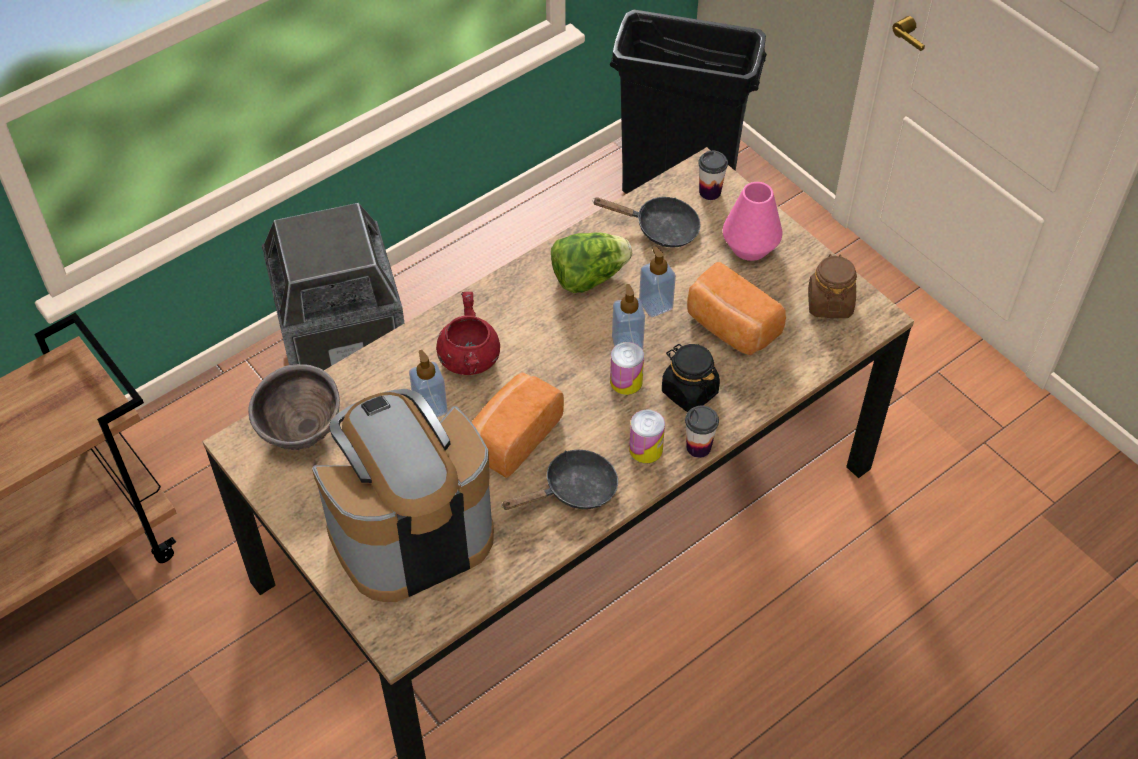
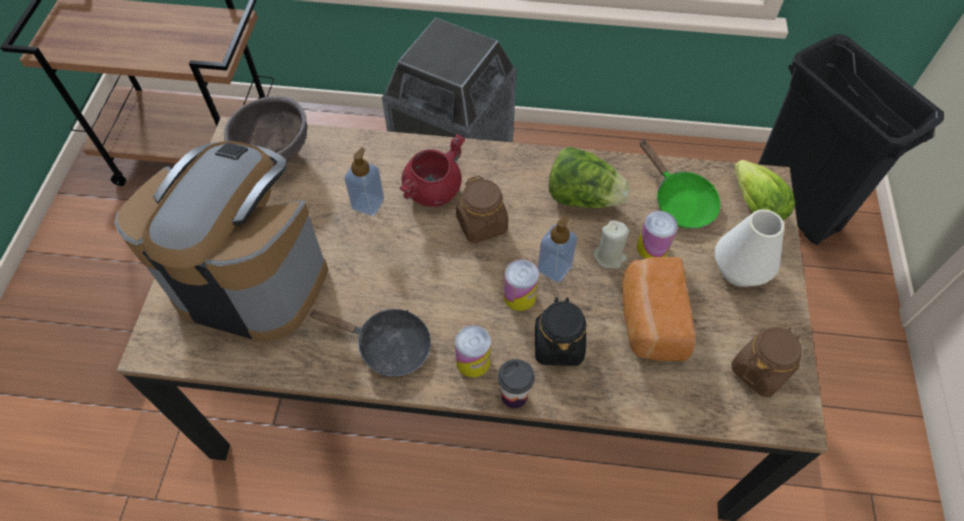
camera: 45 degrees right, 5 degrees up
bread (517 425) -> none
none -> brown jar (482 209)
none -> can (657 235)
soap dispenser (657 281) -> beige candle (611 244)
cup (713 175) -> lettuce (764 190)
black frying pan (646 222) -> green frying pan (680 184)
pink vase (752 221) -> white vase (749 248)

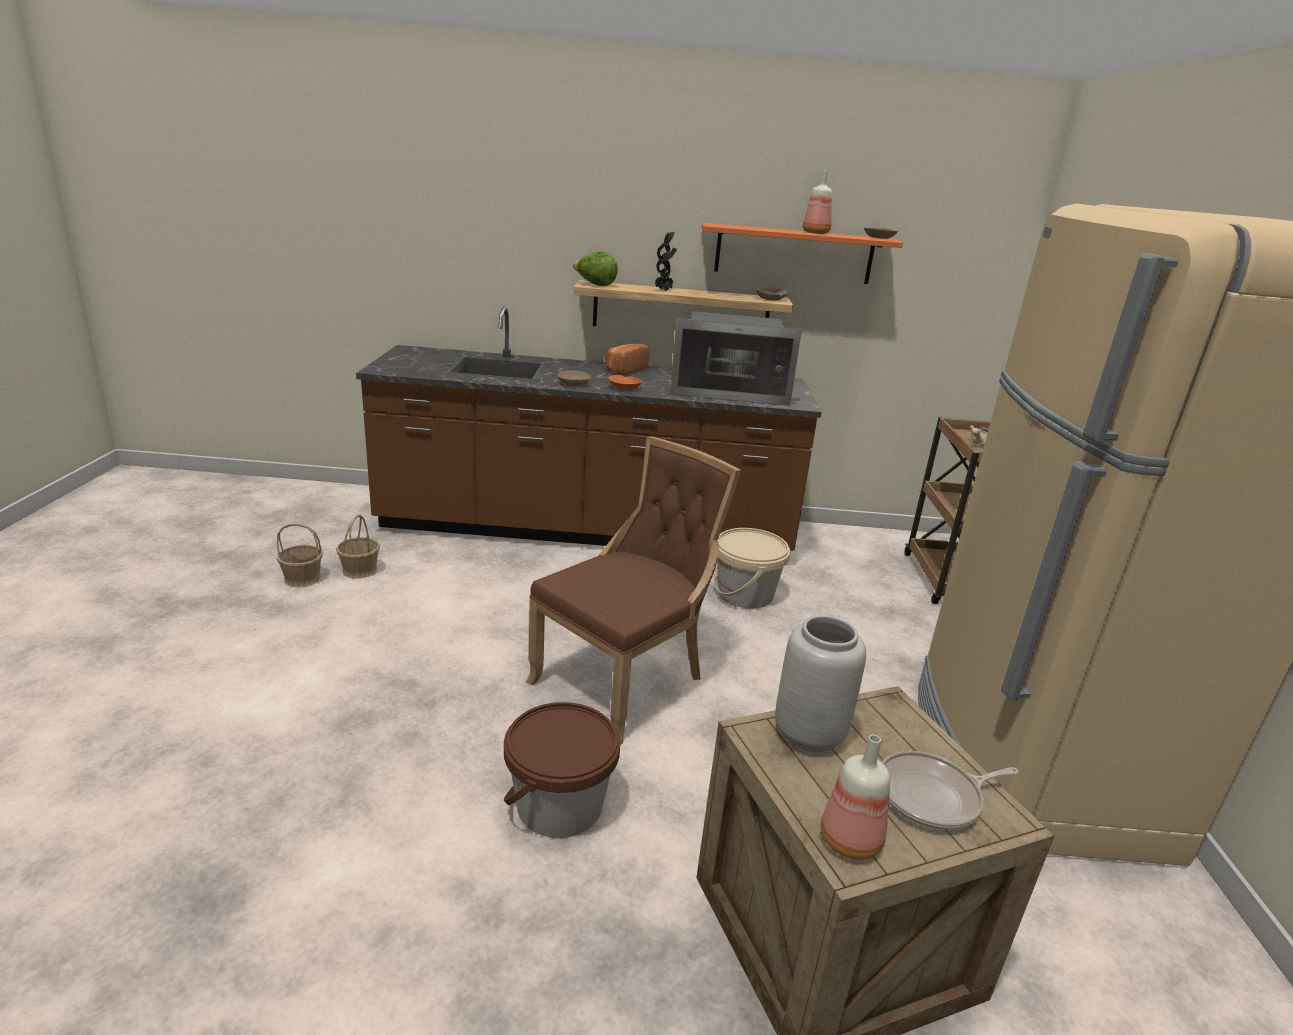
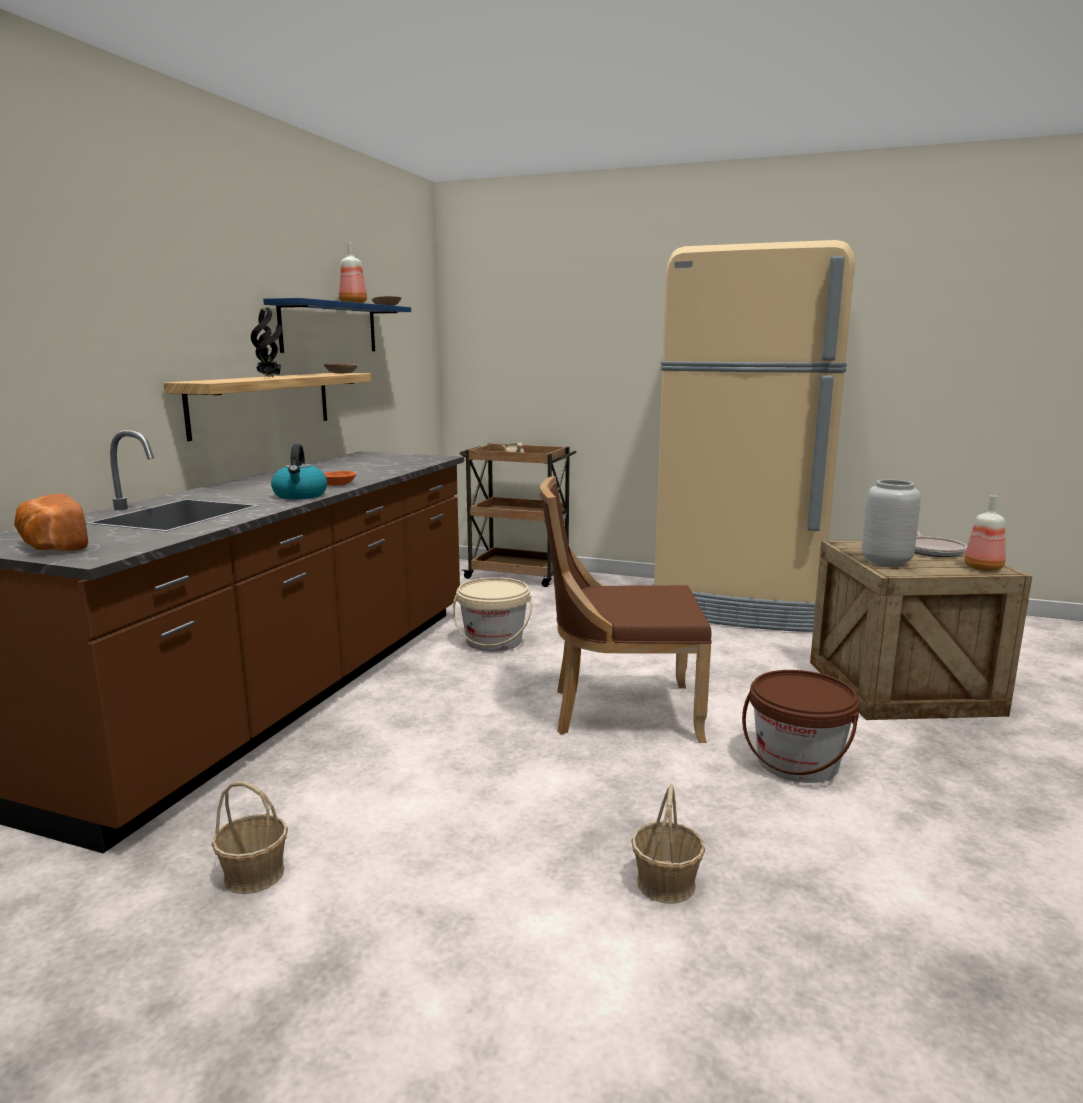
camera: 70 degrees left, 10 degrees down
lettuce (595 268) -> none
microwave (736 358) -> none
basket (300 555) -> basket (668 843), moved
bread (627 359) -> bread (51 522), moved
beige bowl (574 378) -> kettle (299 471)
orange shelf (802 253) -> blue shelf (337 325)
brown chair (633 590) -> brown chair (626 609), 60 degrees counterclockwise

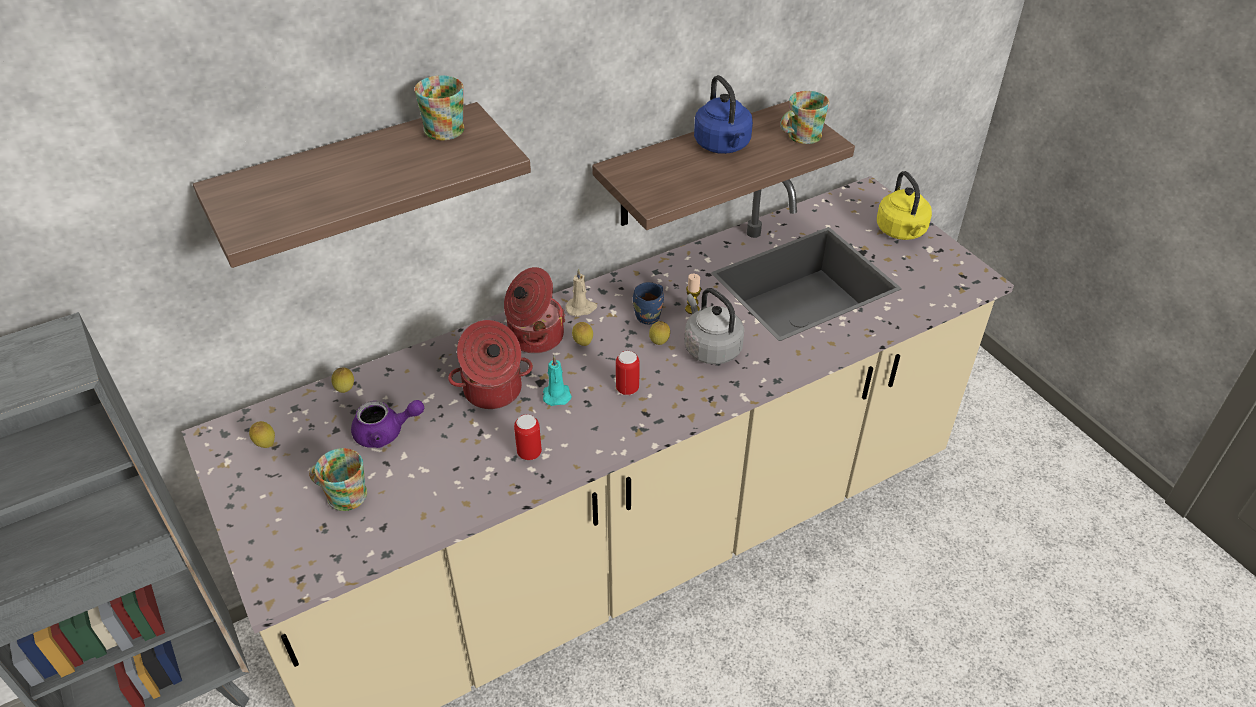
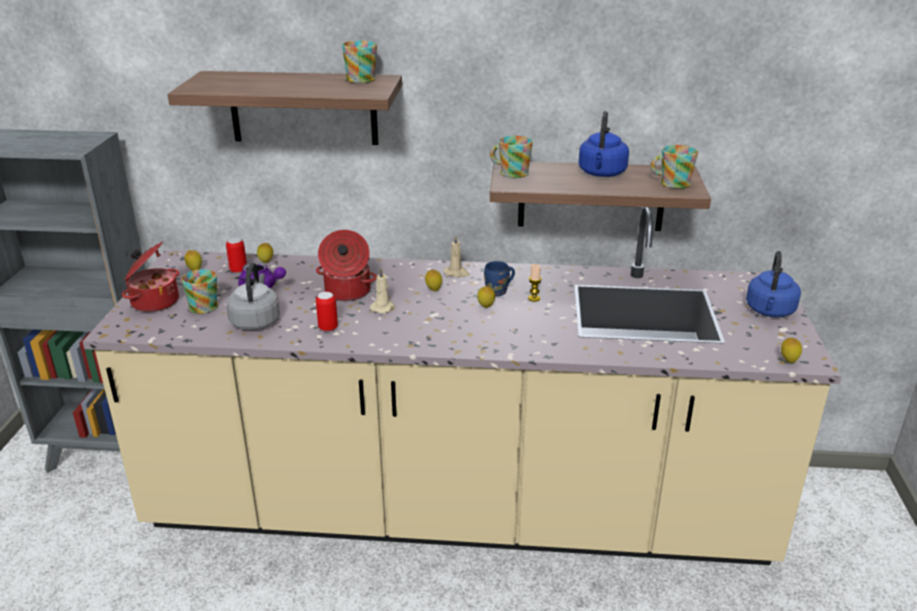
camera: 35 degrees right, 15 degrees down
none -> mug (511 157)
none -> lemon (791 350)
cooking pot (535 310) -> cooking pot (150 277), moved
can (628 373) -> can (236 255), moved
grey kettle (714 326) -> grey kettle (253 296), moved
turquoise candle (557 381) -> beige candle (382 291)
yellow kettle (904 205) -> blue kettle (773 284)

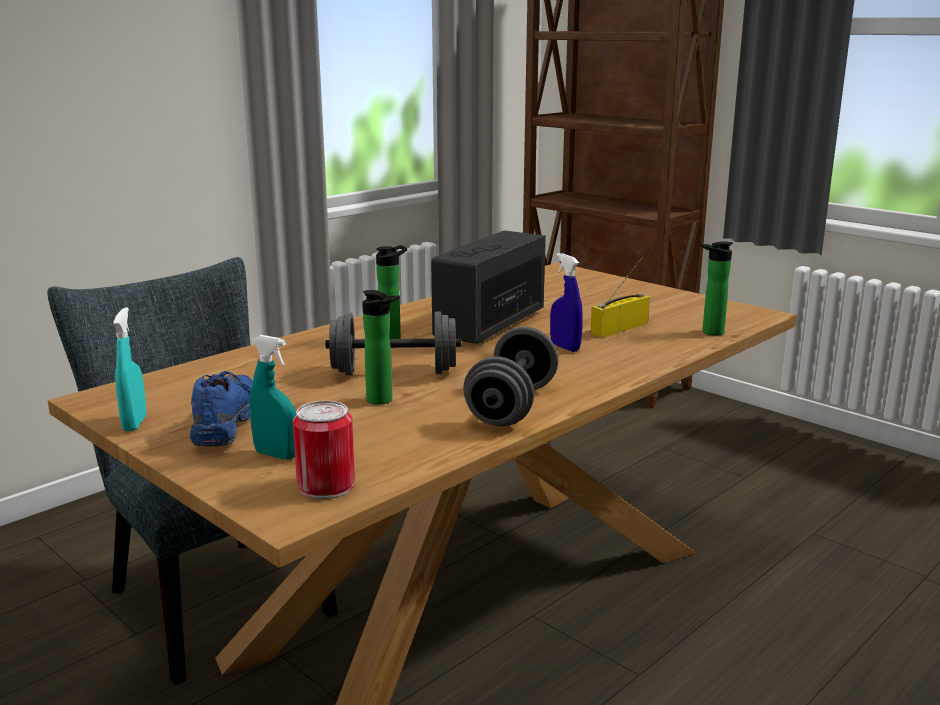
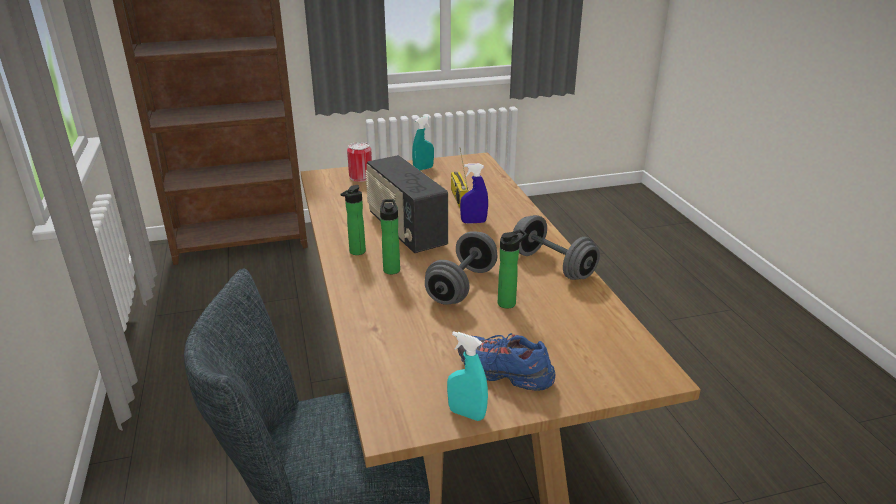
camera: 60 degrees left, 10 degrees up
turquoise spray bottle (273 397) -> turquoise spray bottle (423 143), moved
can (324 450) -> can (359 162), moved
bottle (716 288) -> bottle (353 220), moved

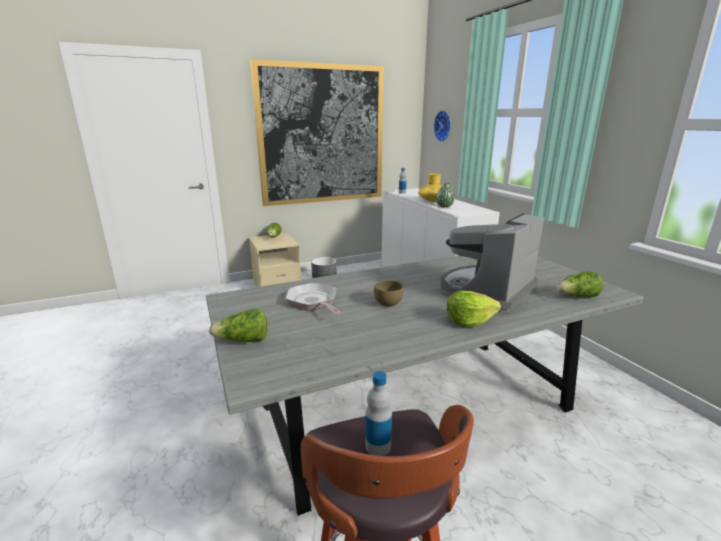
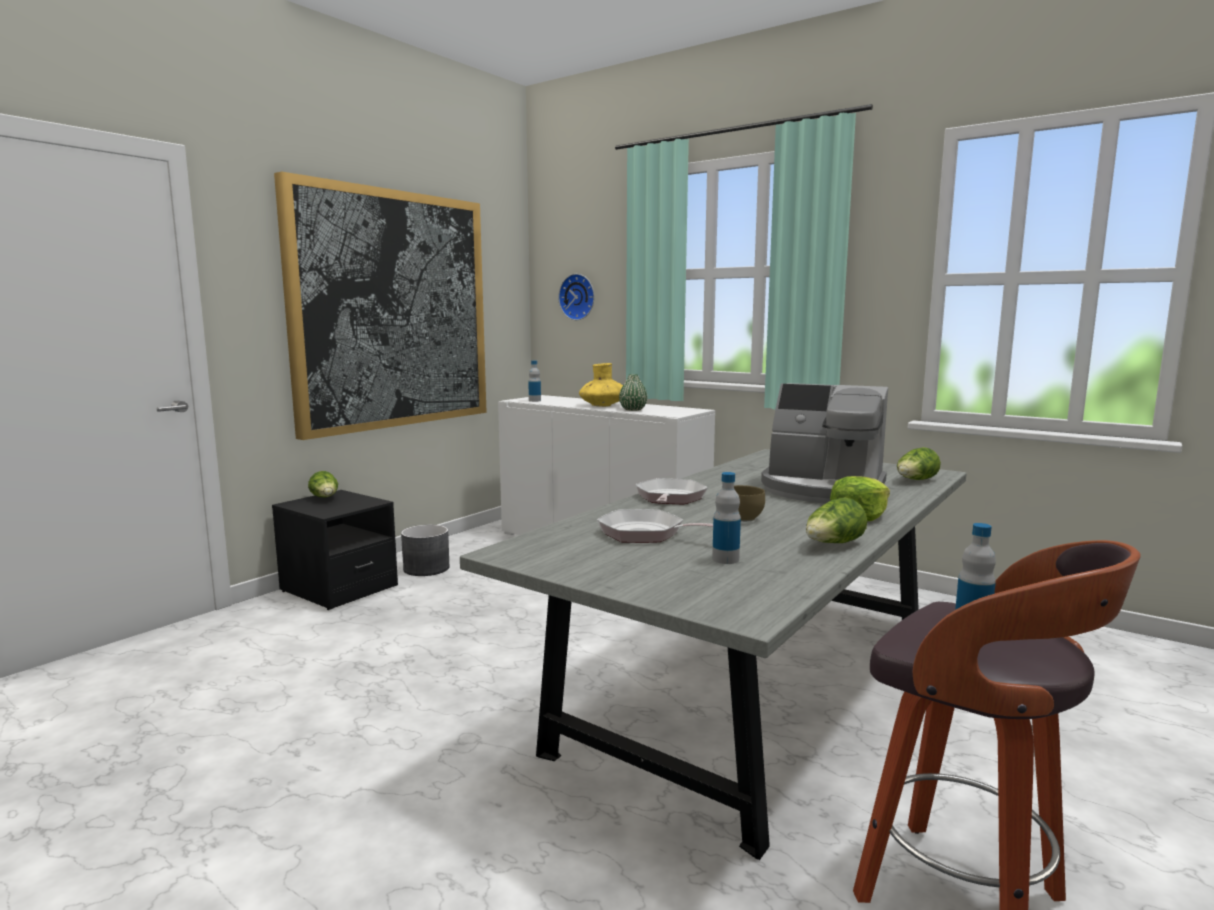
camera: 30 degrees left, 10 degrees down
none -> frying pan (671 491)
none -> bottle (726 518)
lettuce (238 325) -> lettuce (836 520), moved
beige nightstand (275 260) -> black nightstand (335 550)
coffee machine (492 263) -> coffee machine (824 443), 75 degrees counterclockwise

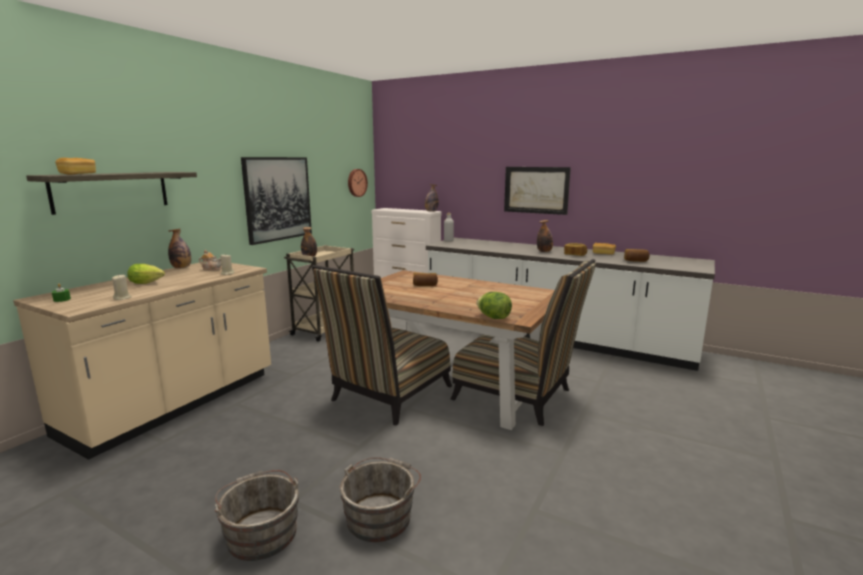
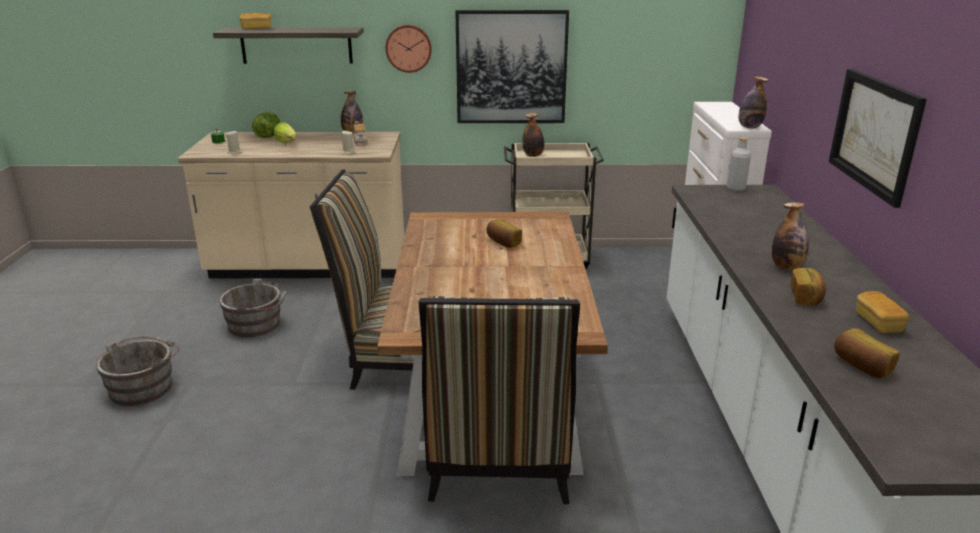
camera: 60 degrees right, 10 degrees up
grey bucket (380 499) -> grey bucket (253 308), moved
wall clock (358 183) -> wall clock (408 49), moved
lettuce (494 305) -> lettuce (266 125), moved

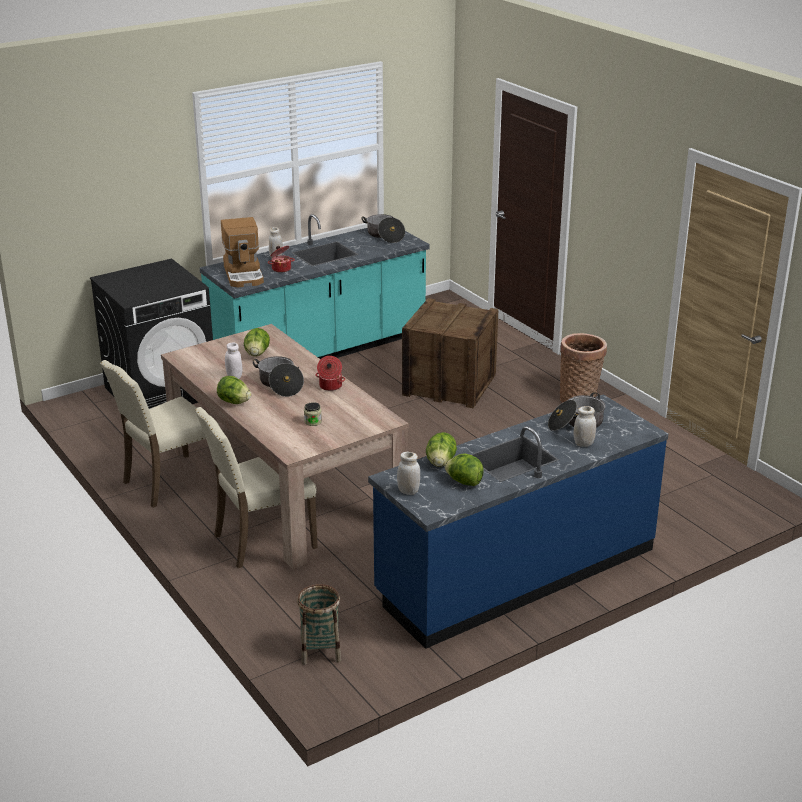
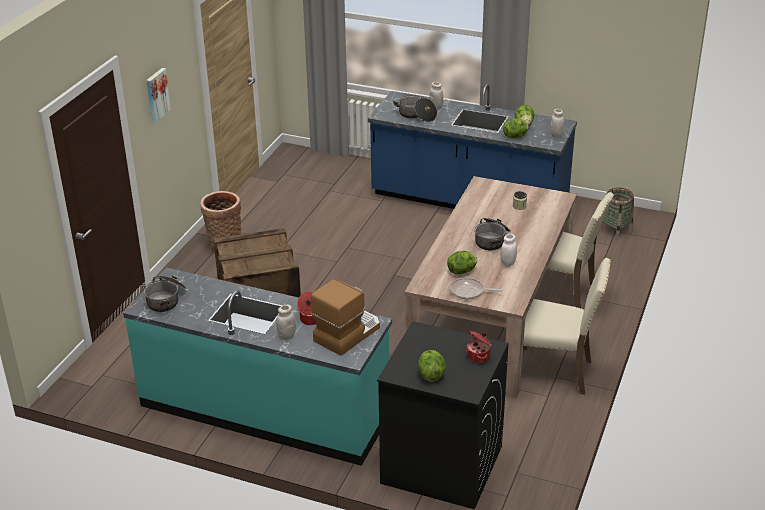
camera: 125 degrees left, 5 degrees up
none -> picture (158 95)
none -> frying pan (476 288)
lettuce (234 390) -> lettuce (432 365), moved
cooking pot (330 373) -> cooking pot (479 347), moved

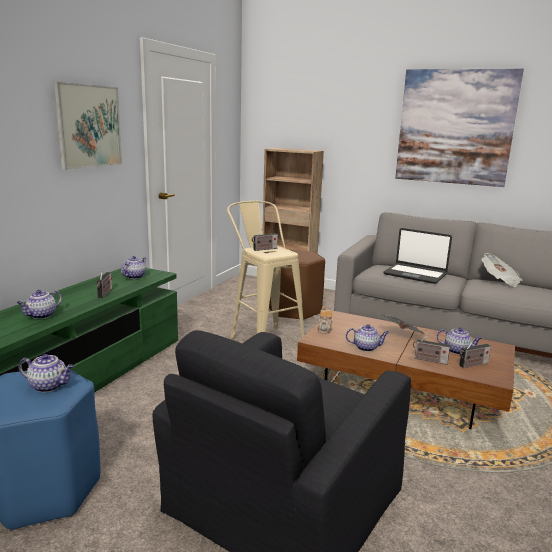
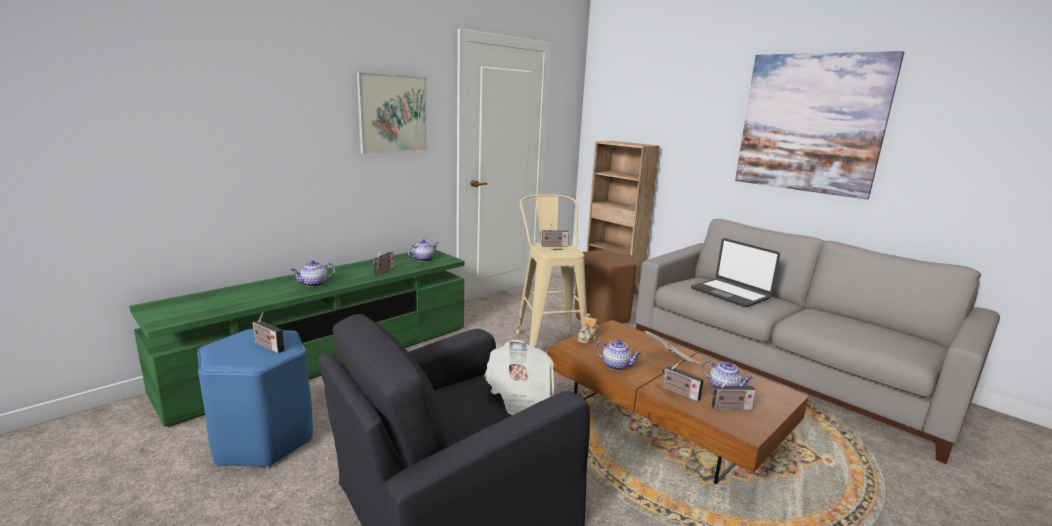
camera: 20 degrees right, 0 degrees up
newspaper (502 270) -> newspaper (519 377), moved
teapot (46 373) -> radio (269 332)

